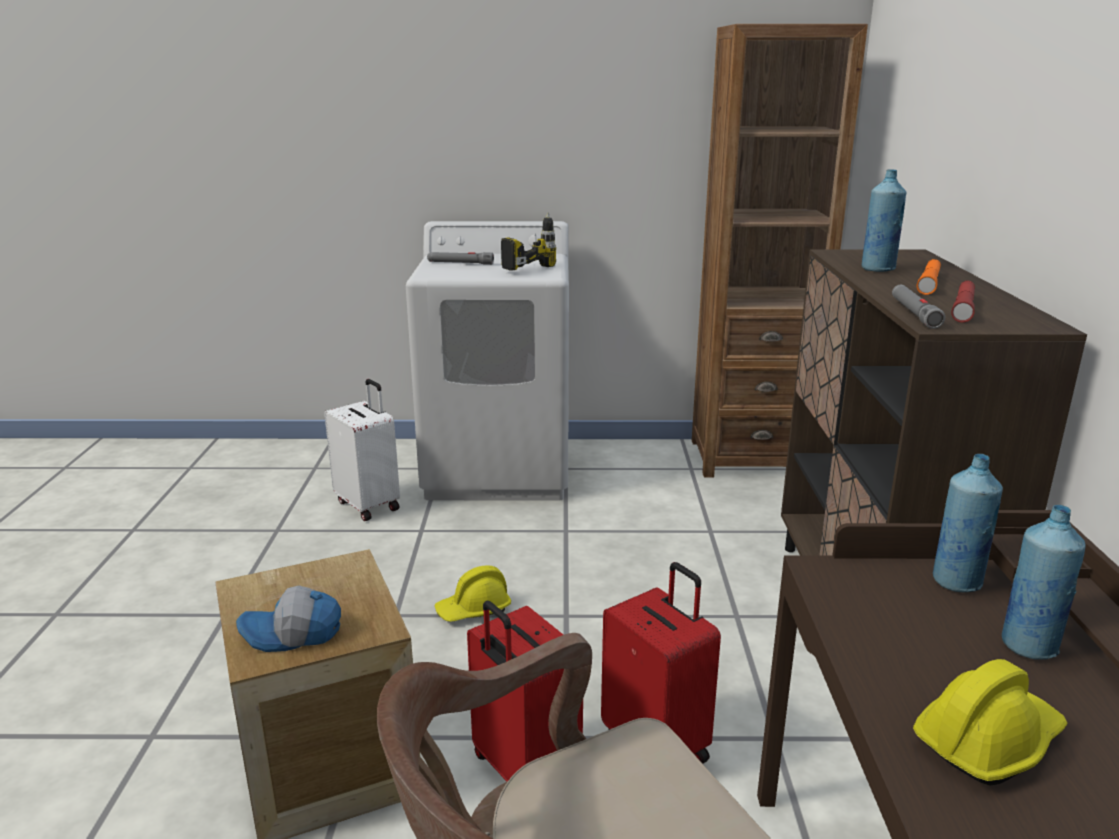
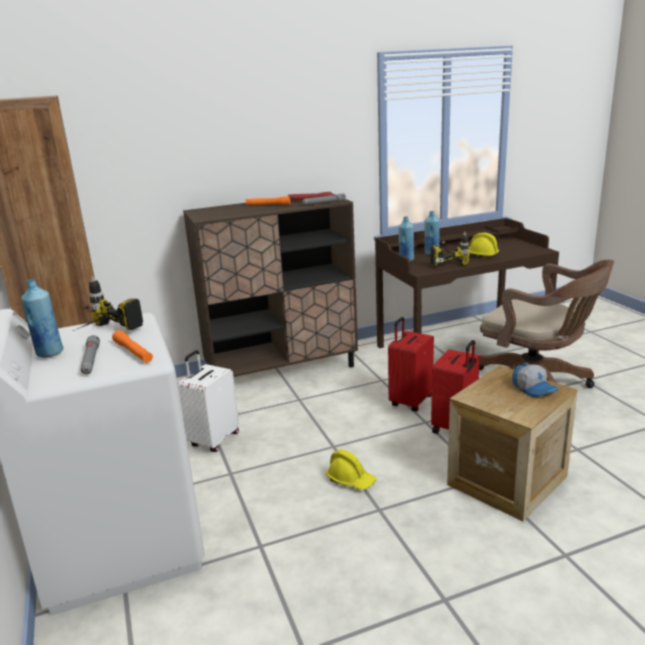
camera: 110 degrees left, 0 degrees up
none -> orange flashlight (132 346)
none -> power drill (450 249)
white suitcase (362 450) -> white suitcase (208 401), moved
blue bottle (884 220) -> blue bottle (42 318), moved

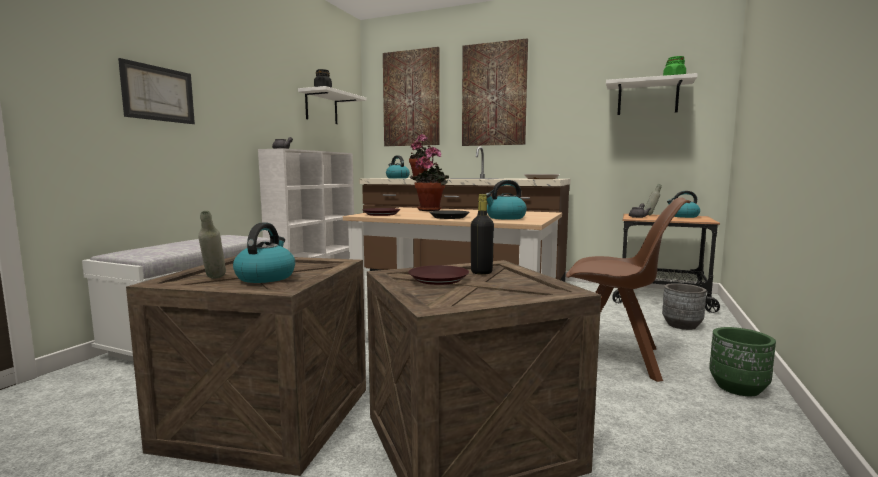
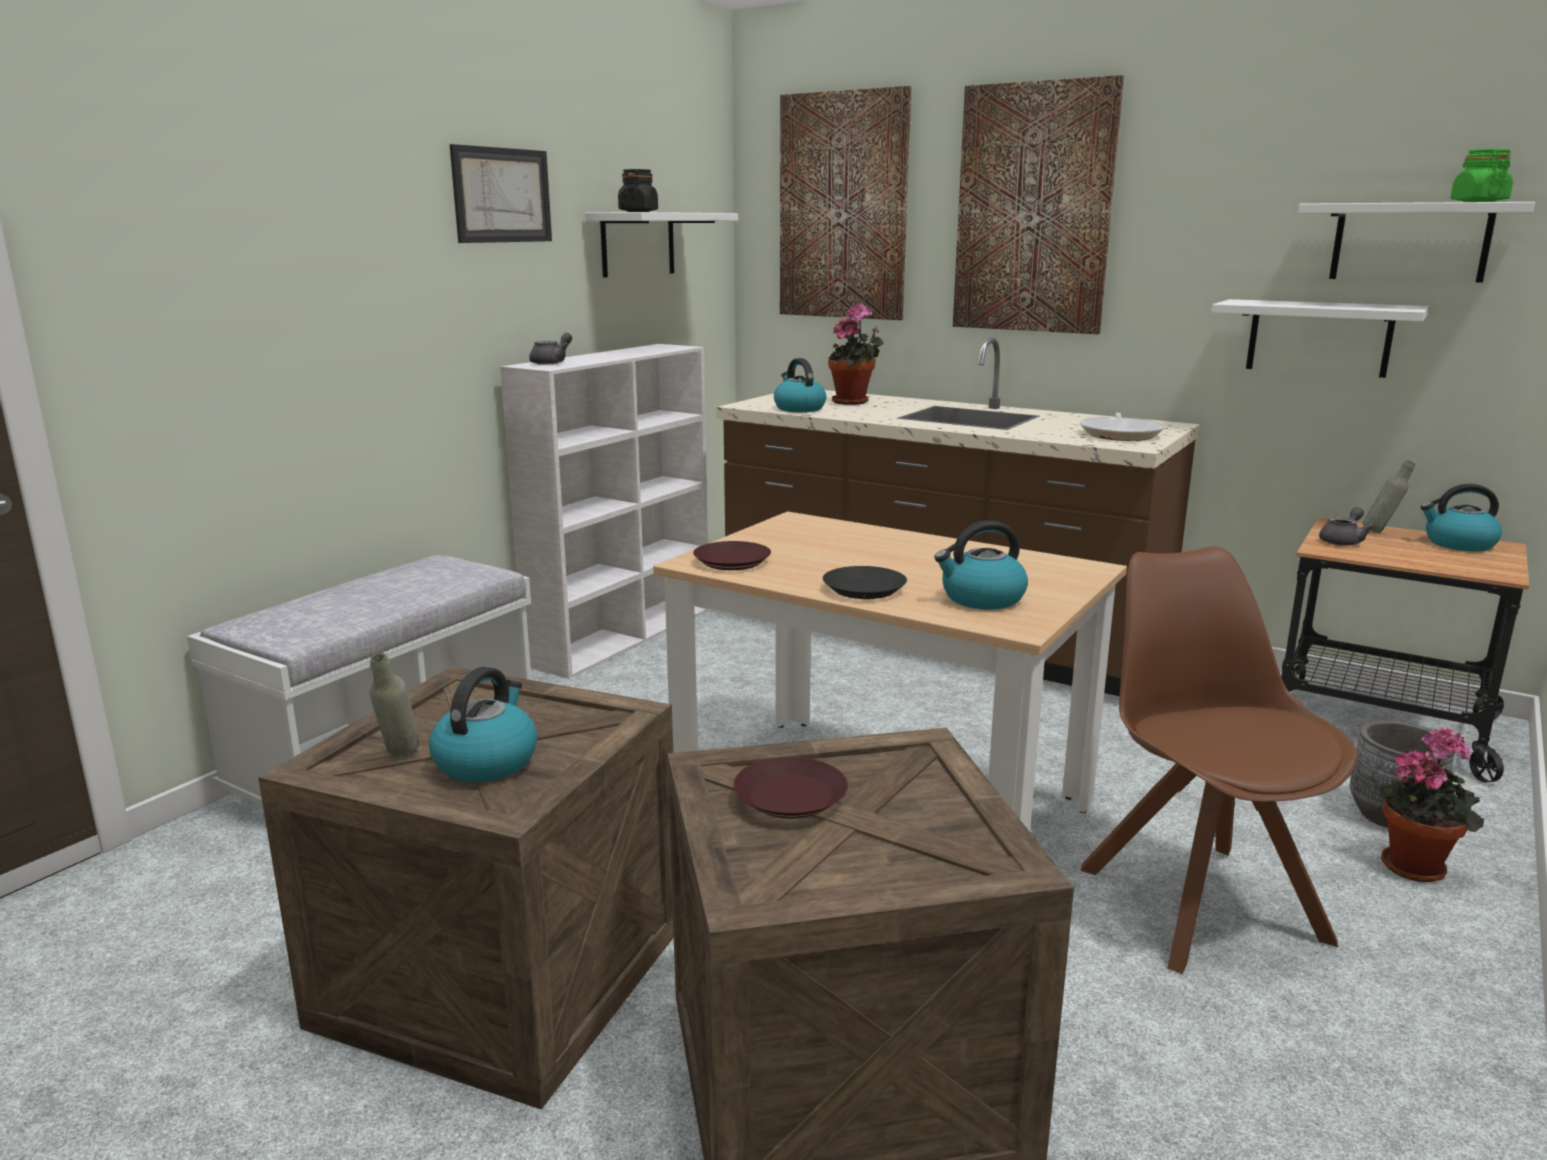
camera: 10 degrees right, 10 degrees up
black bottle (482 234) -> none
green planter (742 361) -> none
none -> white shelf (1320 338)
picture (156 91) -> picture (501 193), moved
potted plant (429 179) -> potted plant (1429 804), moved
brown chair (628 289) -> brown chair (1219 760), 135 degrees counterclockwise

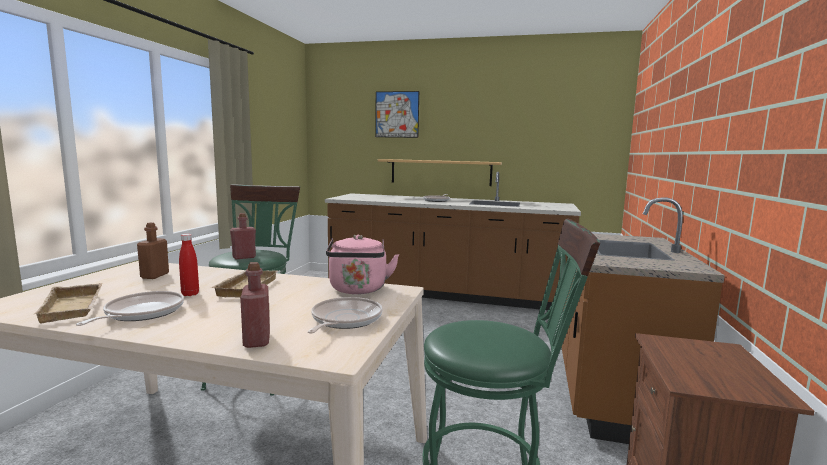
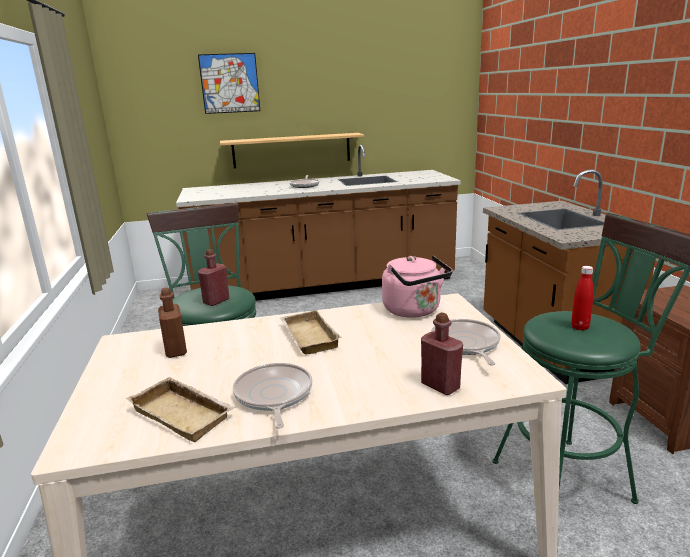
camera: 25 degrees left, 10 degrees up
red bottle (189 265) -> red bottle (582 298), moved

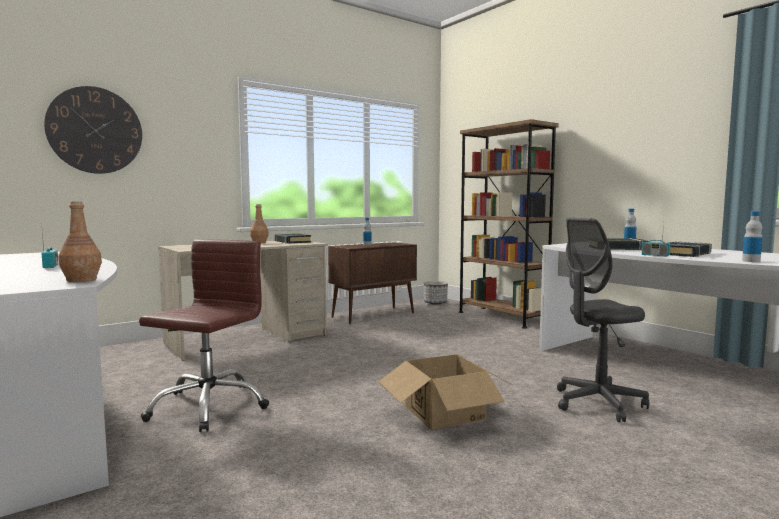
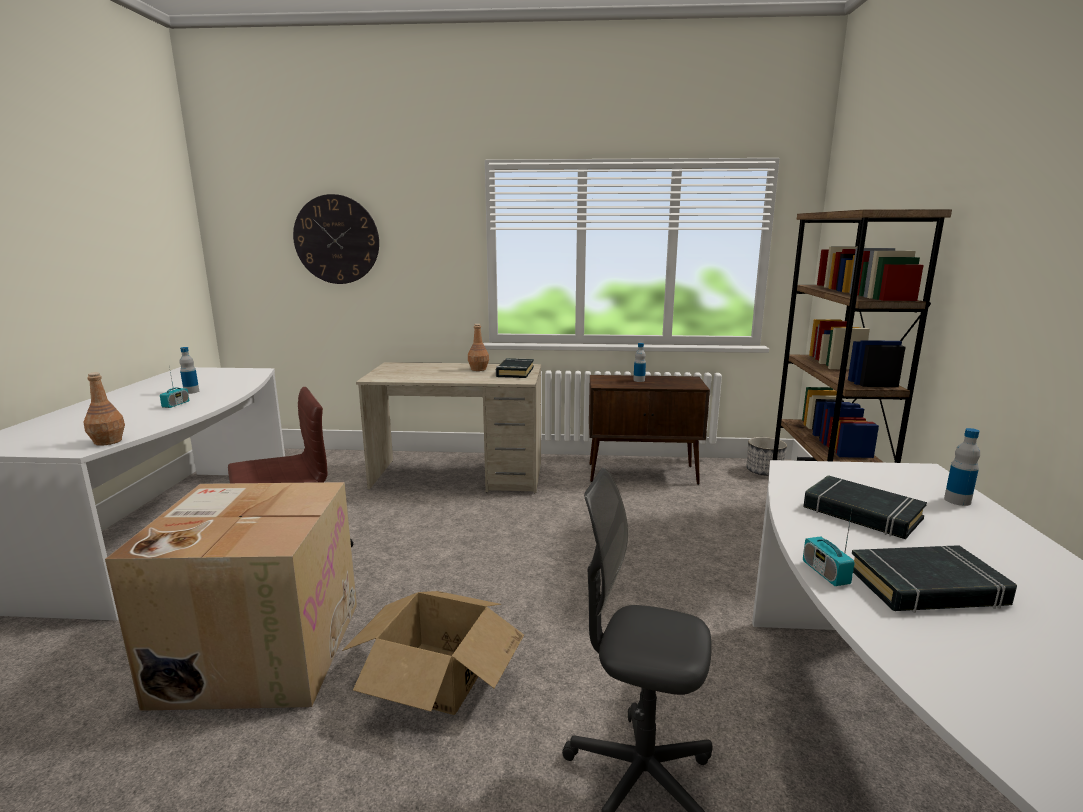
camera: 40 degrees right, 10 degrees up
none -> cardboard box (231 596)
bottle (752 236) -> bottle (189 370), moved

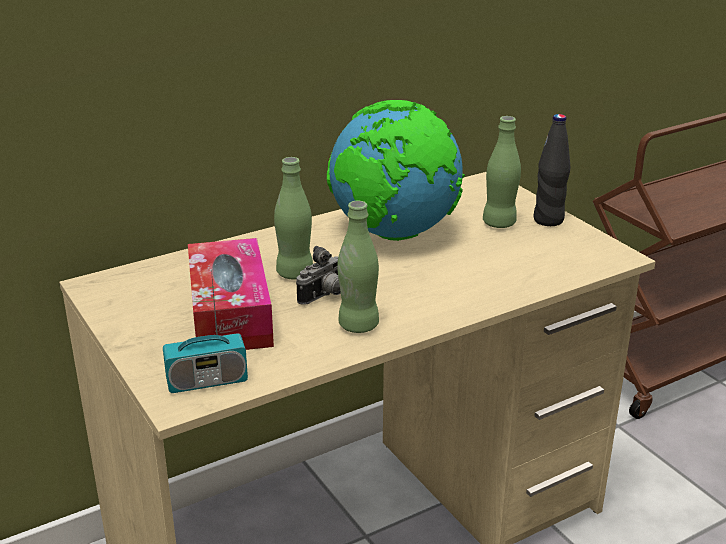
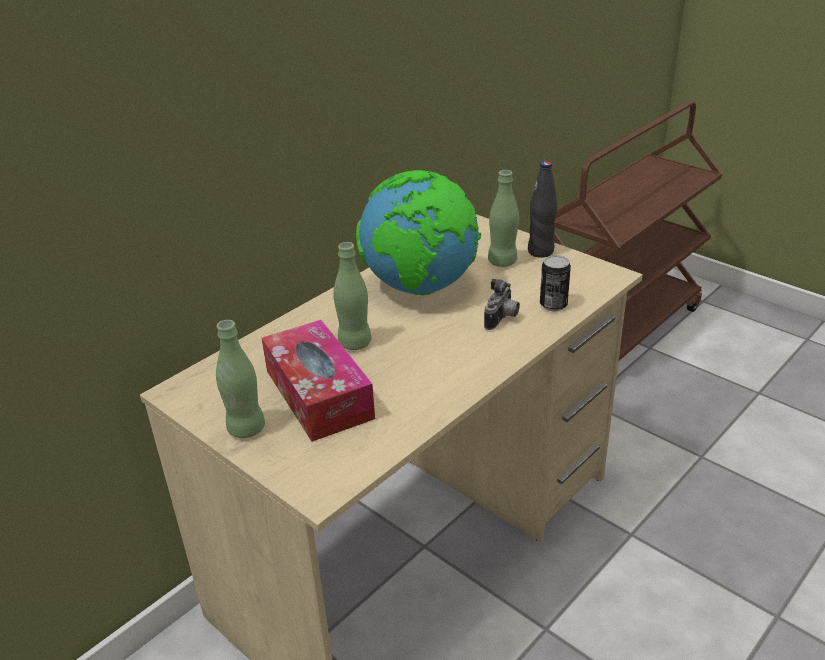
camera: 15 degrees left, 5 degrees up
radio (205 331) -> none
none -> can (555 283)
photo camera (318 275) -> photo camera (502 304), moved
green bottle (358 267) -> green bottle (240 379), moved

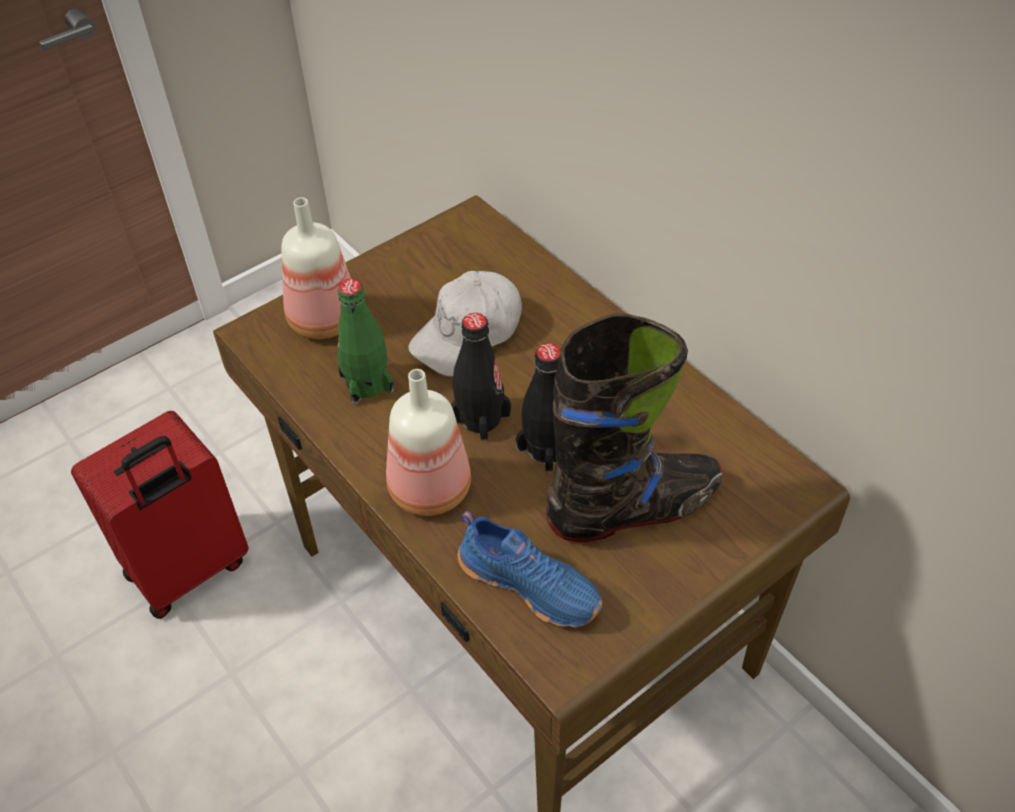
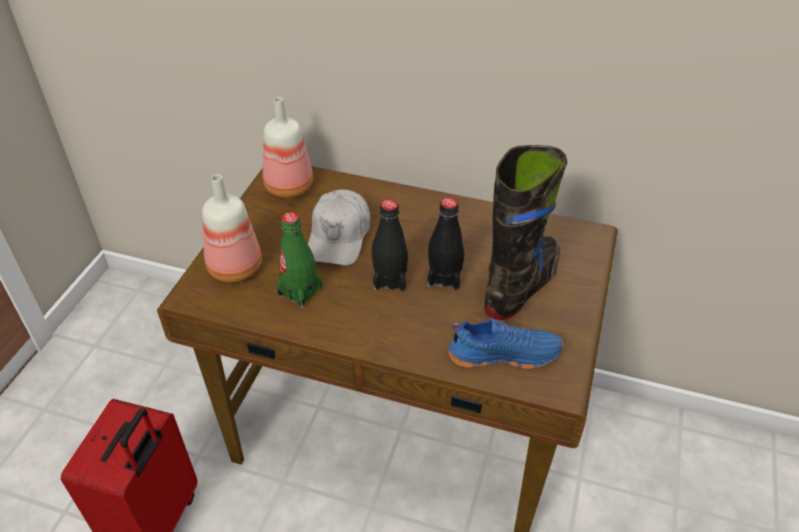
camera: 35 degrees left, 5 degrees down
bottle (428 442) -> bottle (288 147), moved

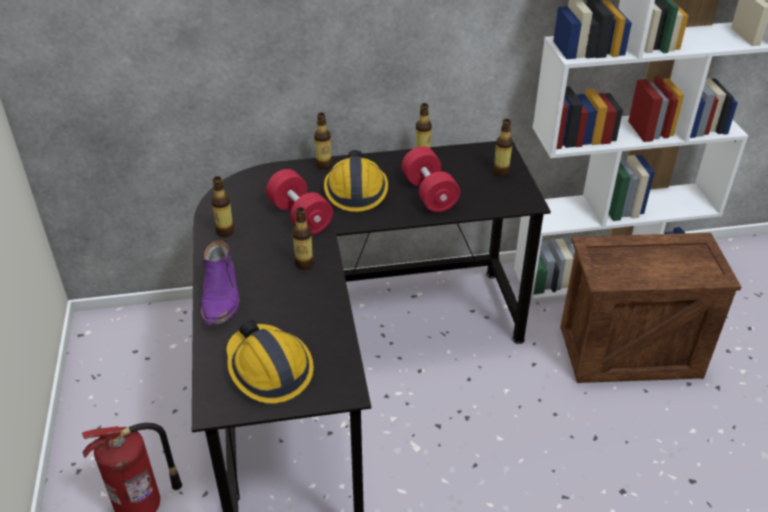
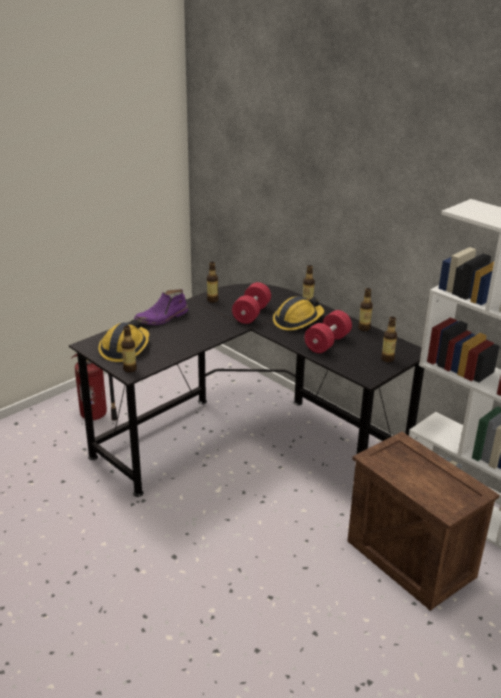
camera: 55 degrees right, 10 degrees down
bottle (303 238) -> bottle (129 349), moved

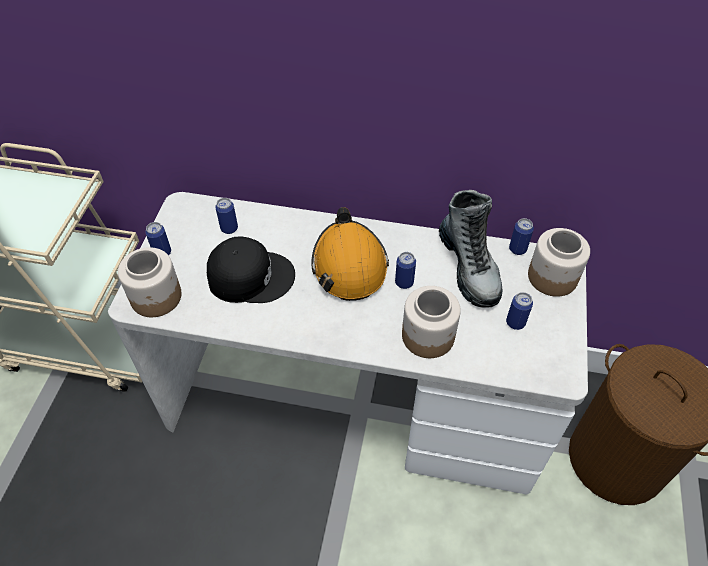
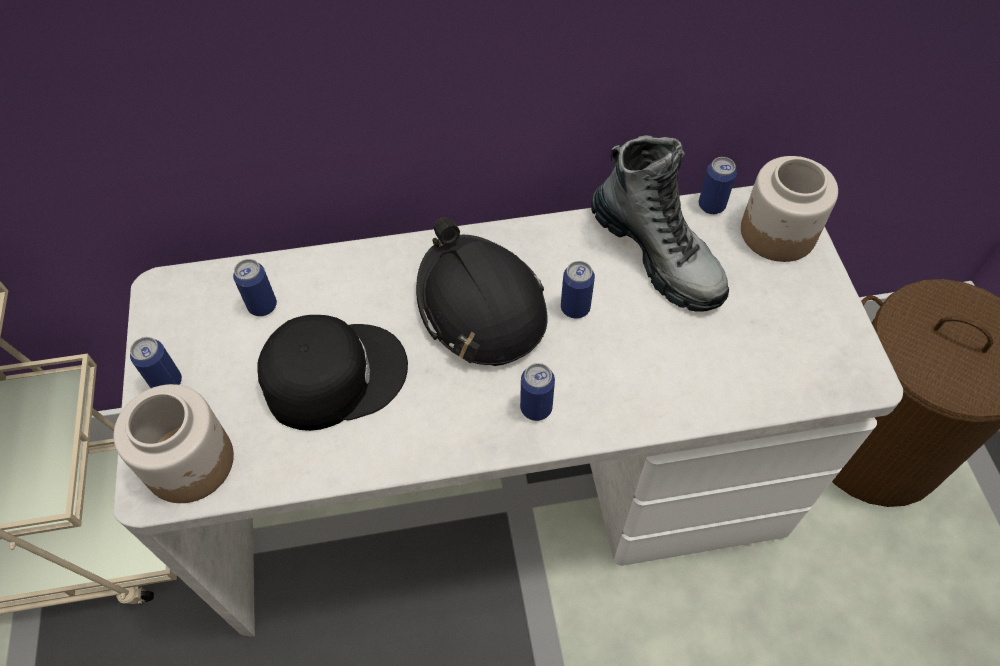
camera: 20 degrees left, 5 degrees up
jar (431 322) -> none
can (519 311) -> can (537 392), moved
orange hard hat (350 254) -> black hard hat (482 292)

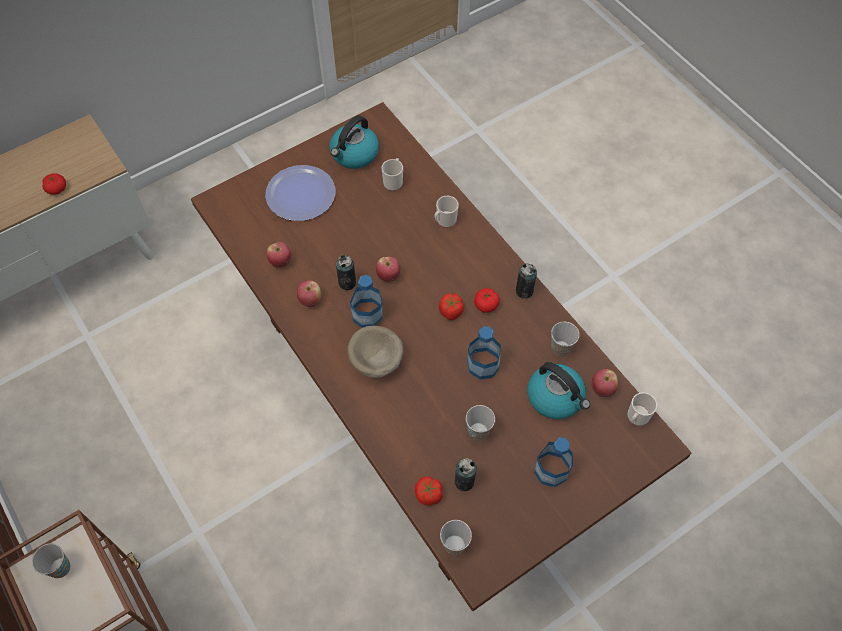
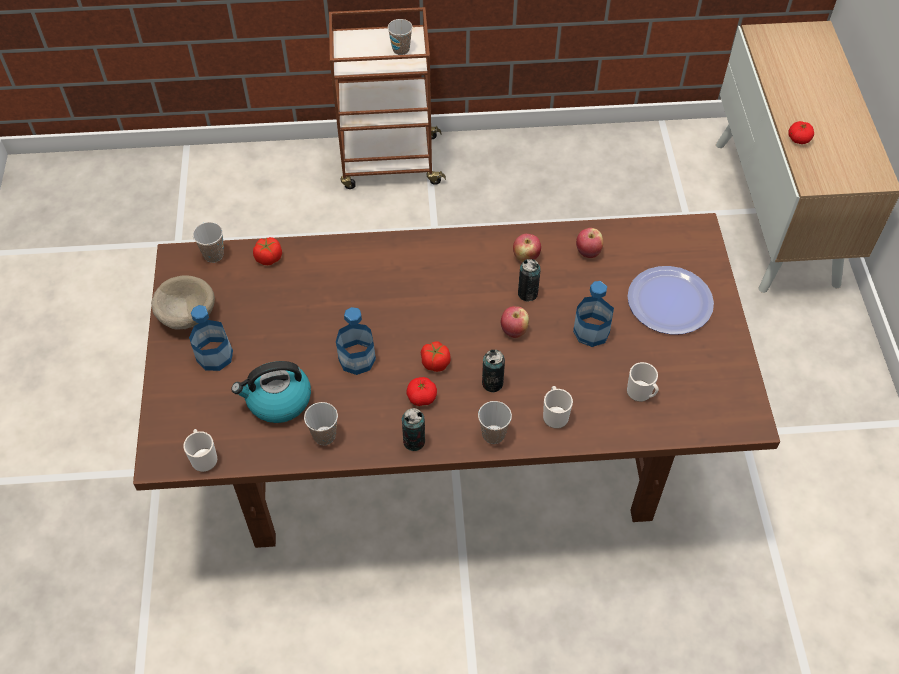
camera: 120 degrees right, 5 degrees down
kettle (354 142) -> none
apple (605 383) -> none
beige bowl (375 352) -> beige bowl (183 302), moved
bottle (366 301) -> bottle (593 314), moved
can (466 474) -> can (493 371), moved
cup (480 423) -> cup (495 422), moved

